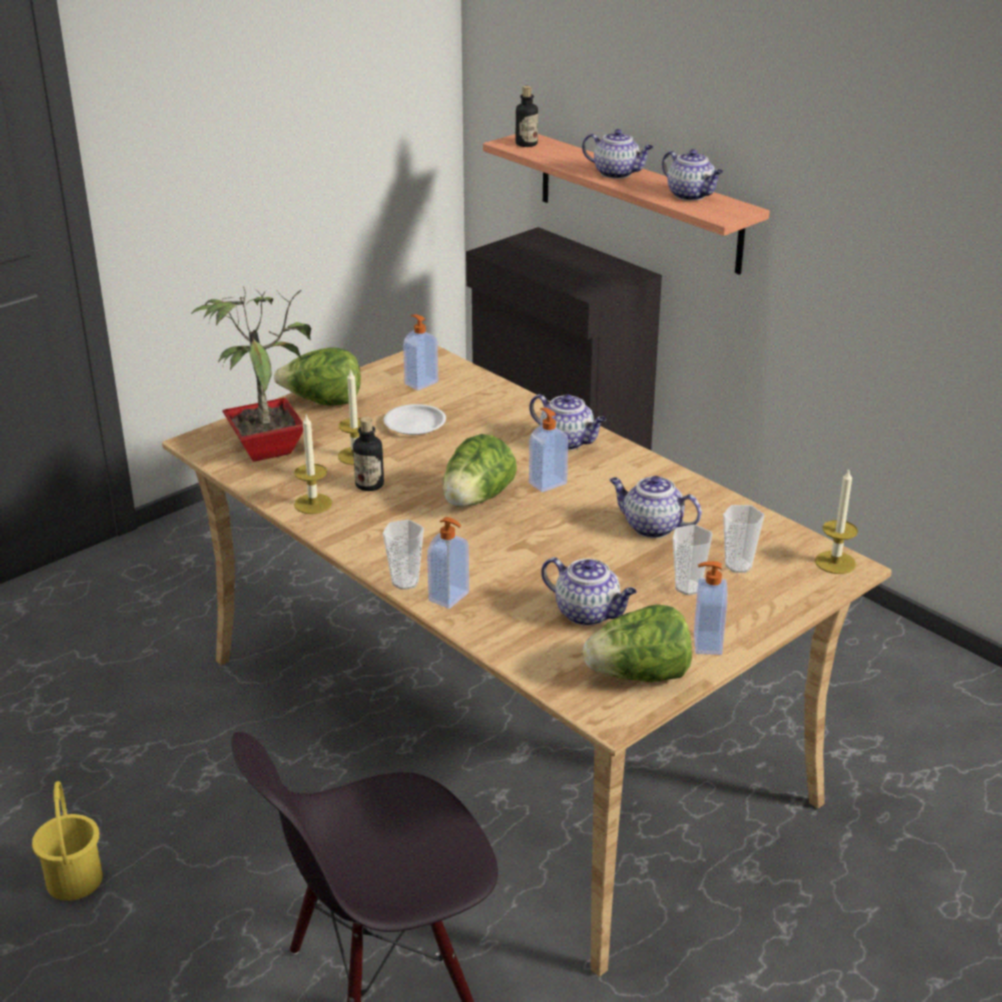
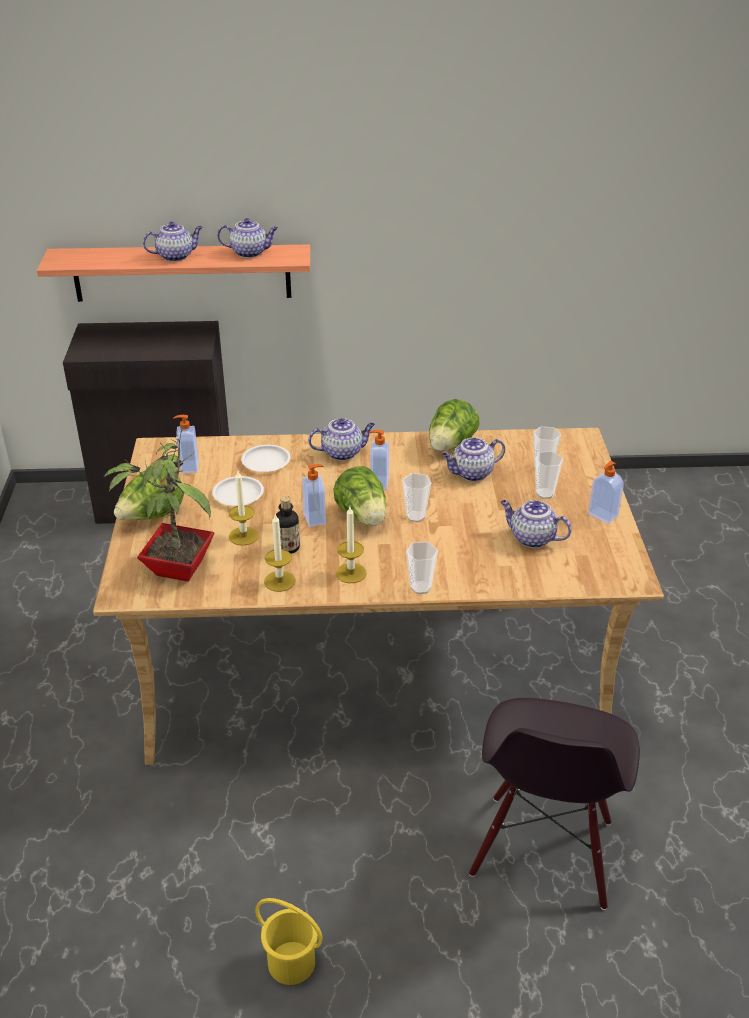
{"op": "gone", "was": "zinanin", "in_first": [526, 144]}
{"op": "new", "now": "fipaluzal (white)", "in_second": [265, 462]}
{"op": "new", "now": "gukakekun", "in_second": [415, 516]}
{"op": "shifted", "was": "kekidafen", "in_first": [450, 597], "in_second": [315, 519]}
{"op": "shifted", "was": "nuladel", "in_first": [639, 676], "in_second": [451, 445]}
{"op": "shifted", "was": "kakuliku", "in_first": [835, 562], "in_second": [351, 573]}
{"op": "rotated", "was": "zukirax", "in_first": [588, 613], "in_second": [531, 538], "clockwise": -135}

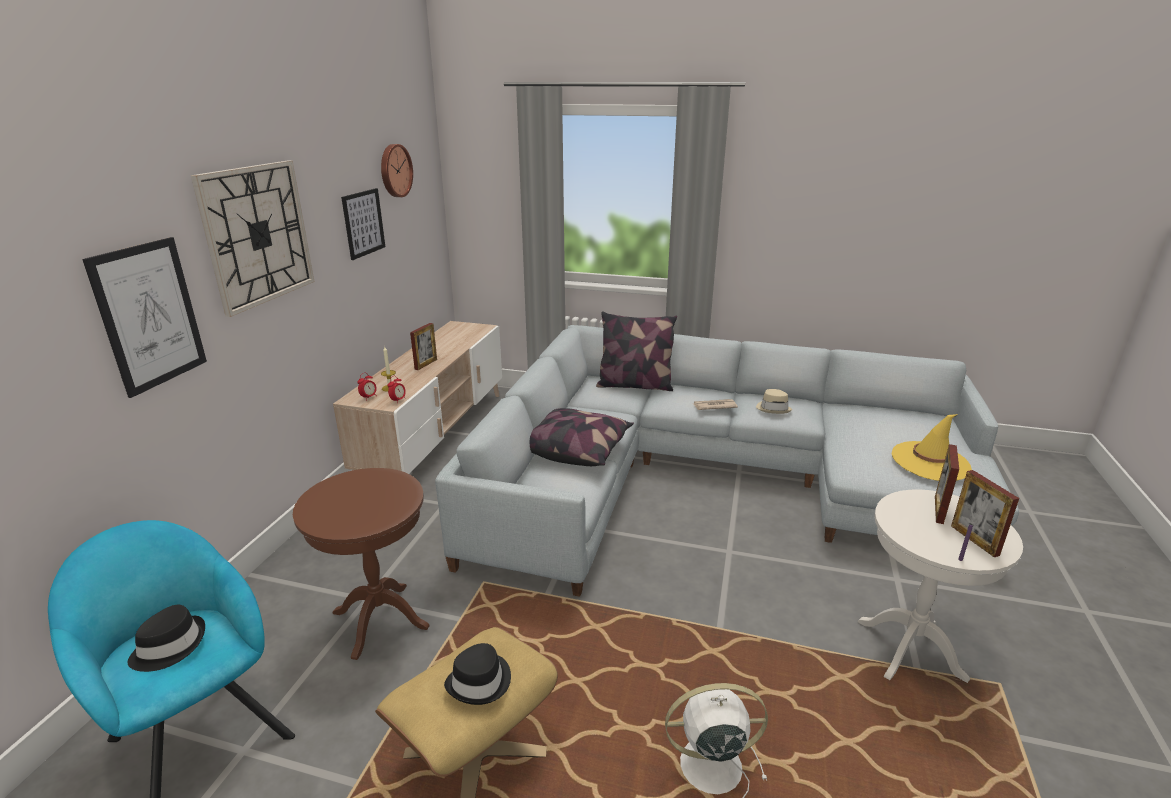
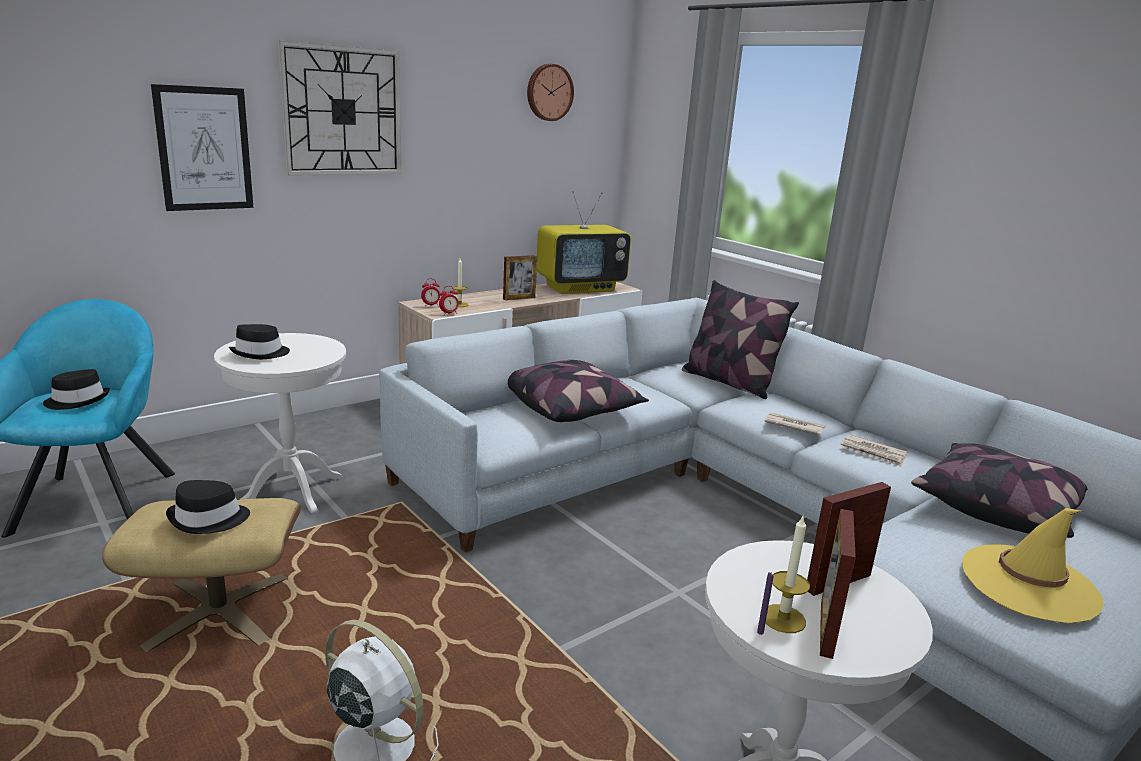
{"op": "gone", "was": "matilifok", "in_first": [363, 223]}
{"op": "new", "now": "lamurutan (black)", "in_second": [261, 353]}
{"op": "new", "now": "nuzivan", "in_second": [580, 288]}
{"op": "new", "now": "kakuliku", "in_second": [783, 618]}
{"op": "new", "now": "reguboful", "in_second": [997, 508]}
{"op": "swapped", "was": "lamurutan (beige)", "now": "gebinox", "in_first": [773, 408], "in_second": [873, 453]}
{"op": "repainted", "was": "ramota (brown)", "now": "ramota (white)", "in_first": [380, 620], "in_second": [292, 490]}

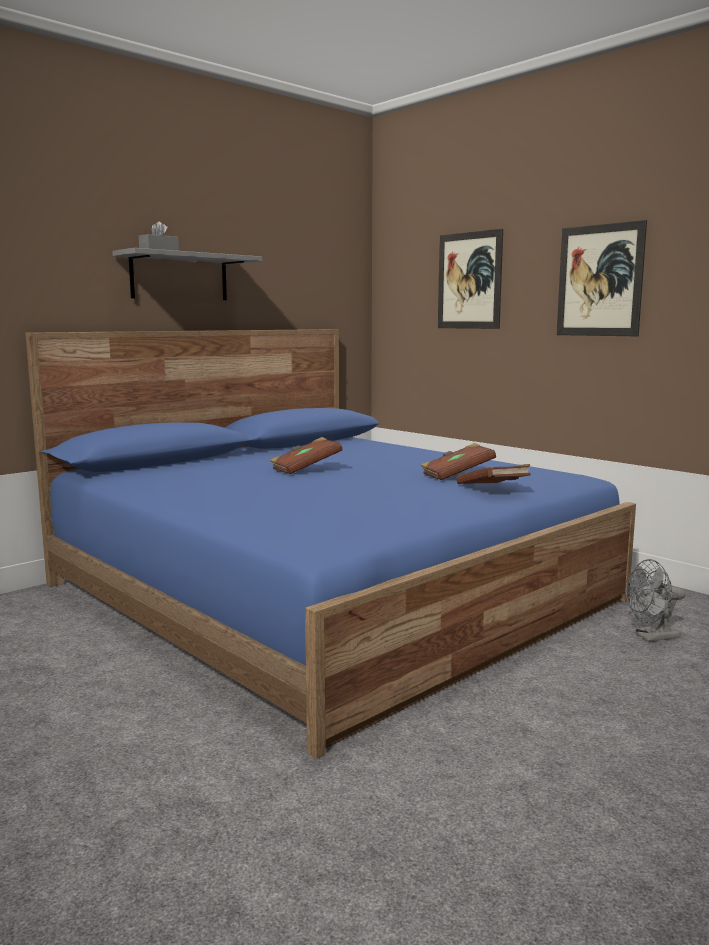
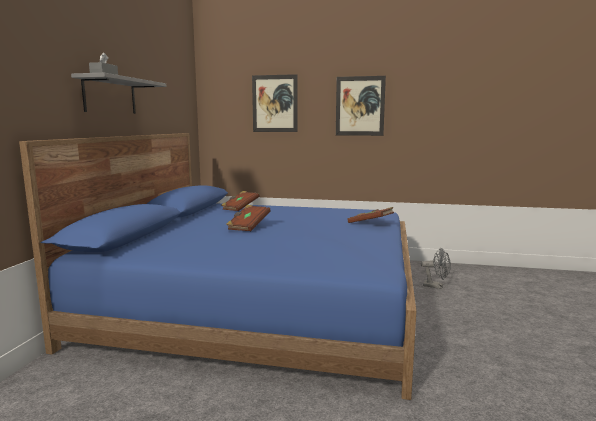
{"op": "shifted", "was": "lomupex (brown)", "in_first": [457, 475], "in_second": [240, 208]}
{"op": "rotated", "was": "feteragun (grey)", "in_first": [651, 637], "in_second": [436, 286], "clockwise": -105}

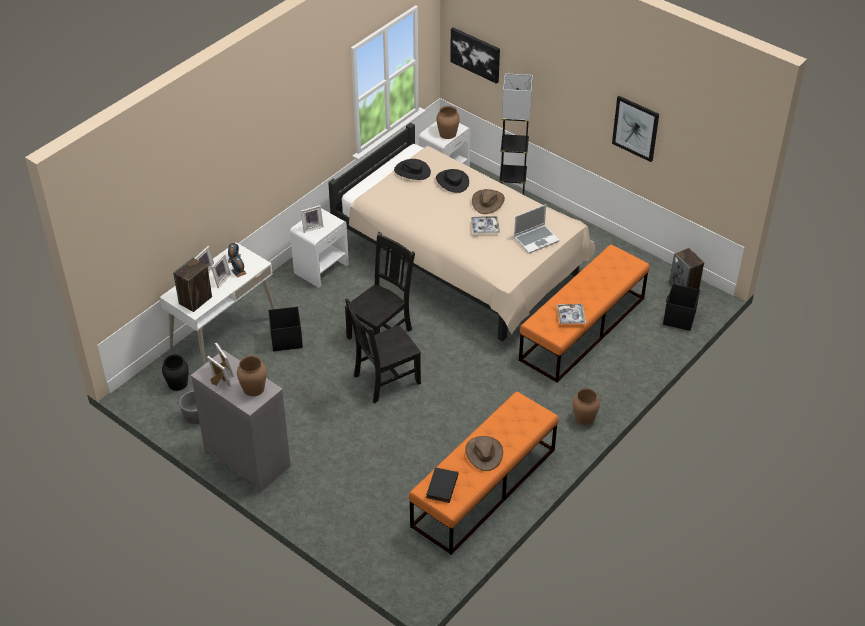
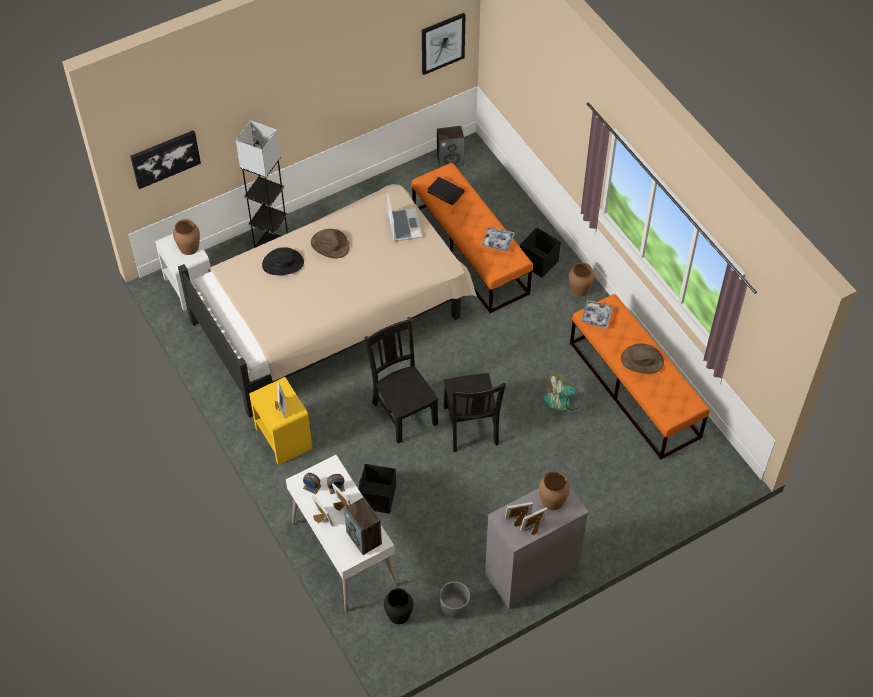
{"op": "gone", "was": "lamurutan (black)", "in_first": [412, 171]}
{"op": "new", "now": "feteragun", "in_second": [563, 401]}
{"op": "shifted", "was": "lomupex (black)", "in_first": [441, 486], "in_second": [445, 193]}
{"op": "shifted", "was": "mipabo", "in_first": [485, 228], "in_second": [596, 316]}
{"op": "shifted", "was": "matilifok", "in_first": [635, 128], "in_second": [442, 43]}
{"op": "shifted", "was": "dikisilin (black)", "in_first": [679, 318], "in_second": [538, 263]}
{"op": "repainted", "was": "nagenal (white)", "now": "nagenal (yellow)", "in_first": [321, 268], "in_second": [283, 438]}

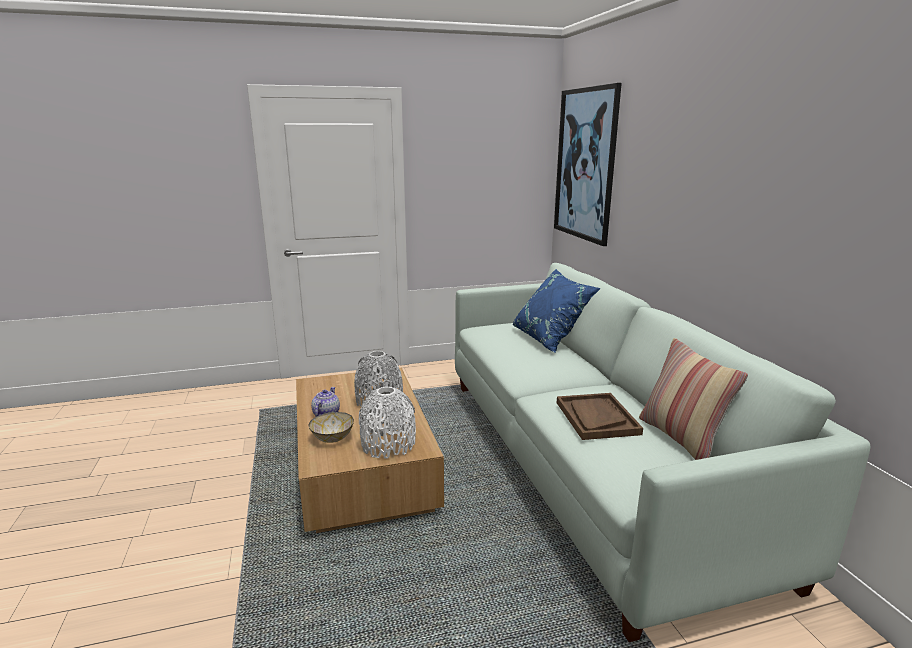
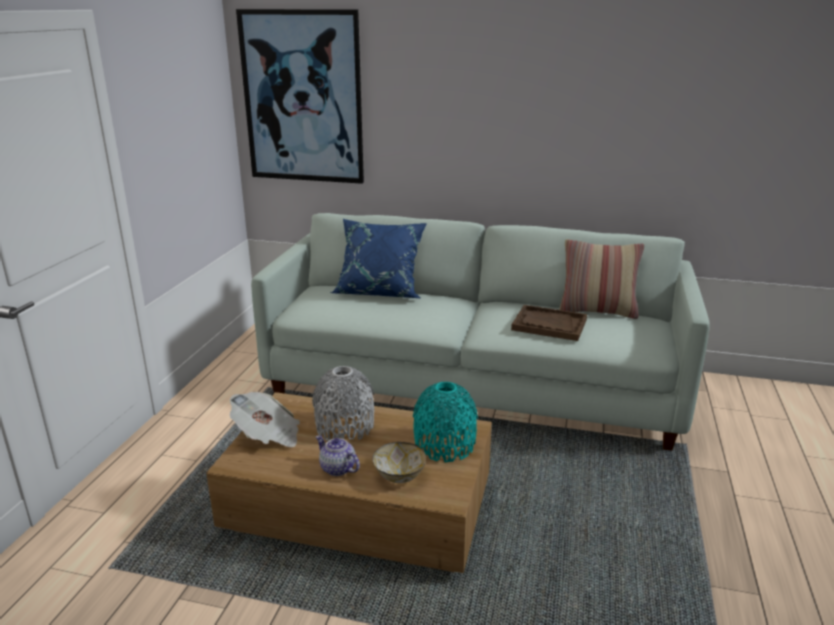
{"op": "new", "now": "gebinox", "in_second": [268, 435]}
{"op": "repainted", "was": "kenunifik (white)", "now": "kenunifik (turquoise)", "in_first": [388, 444], "in_second": [444, 444]}

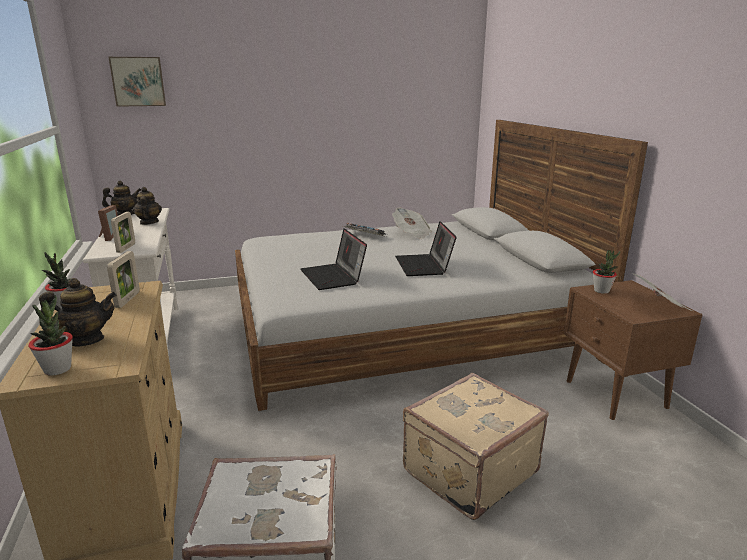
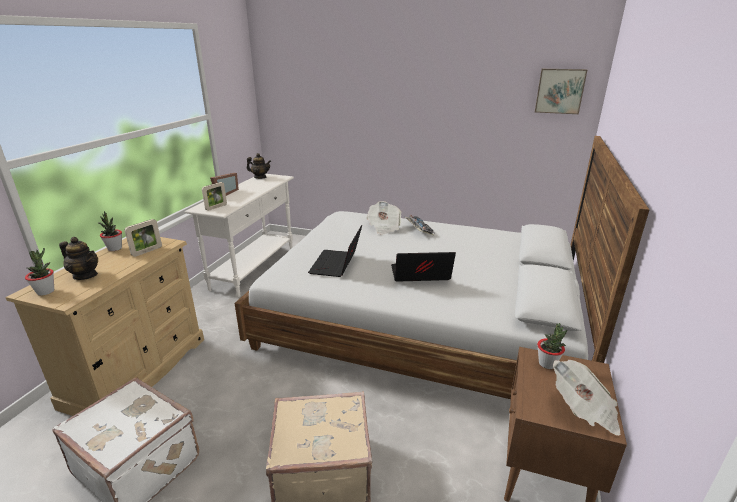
{"op": "gone", "was": "zukirax", "in_first": [149, 222]}
{"op": "shifted", "was": "matilifok", "in_first": [138, 81], "in_second": [559, 91]}
{"op": "shifted", "was": "gebinox", "in_first": [411, 234], "in_second": [384, 227]}
{"op": "rotated", "was": "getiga", "in_first": [424, 266], "in_second": [419, 275], "clockwise": 60}

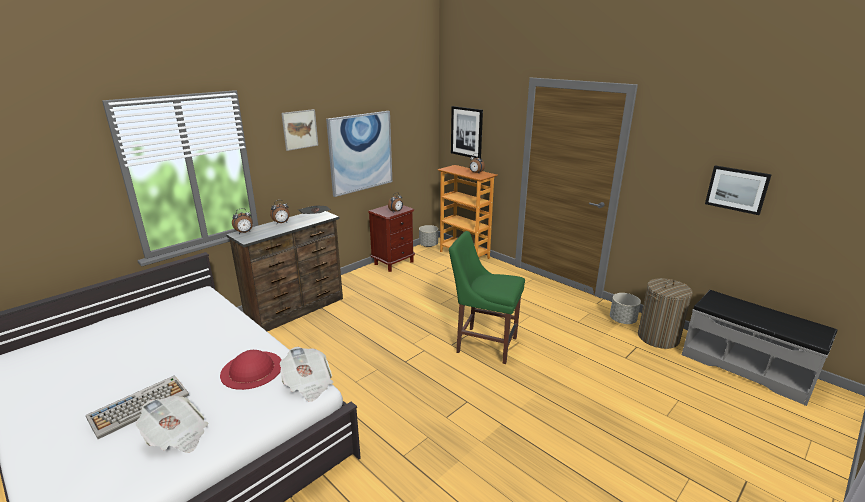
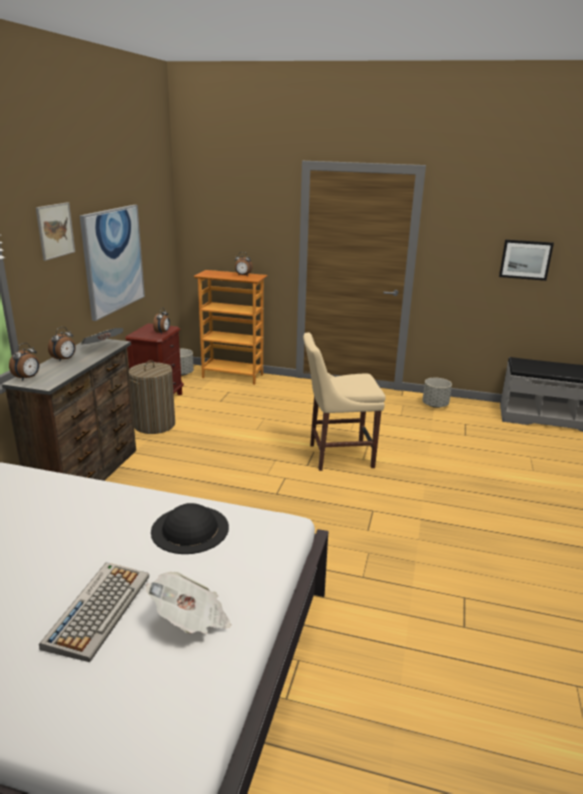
{"op": "gone", "was": "gebinox", "in_first": [308, 384]}
{"op": "gone", "was": "matilifok", "in_first": [466, 132]}
{"op": "shifted", "was": "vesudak", "in_first": [658, 337], "in_second": [154, 425]}
{"op": "repainted", "was": "lamurutan (red)", "now": "lamurutan (black)", "in_first": [251, 369], "in_second": [190, 529]}
{"op": "repainted", "was": "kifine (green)", "now": "kifine (beige)", "in_first": [483, 344], "in_second": [337, 456]}

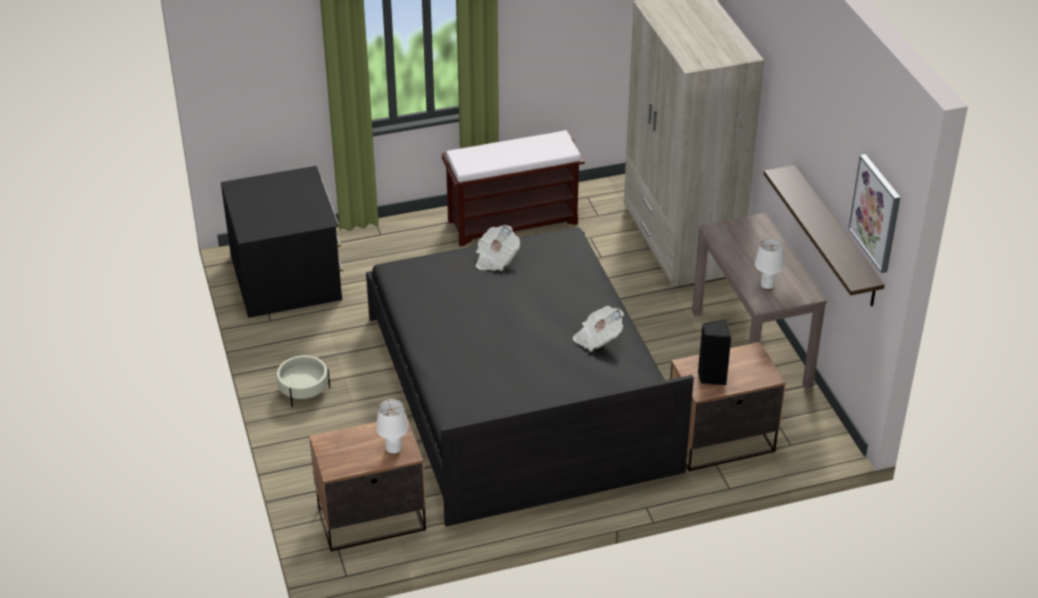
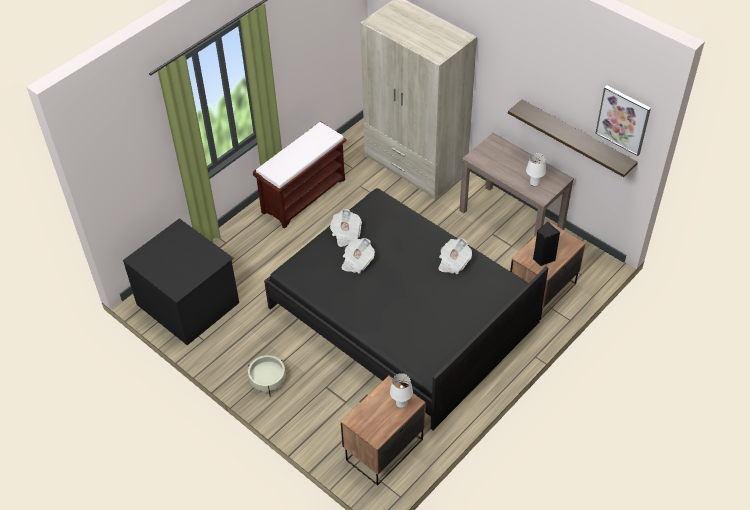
{"op": "new", "now": "gebinox", "in_second": [357, 262]}

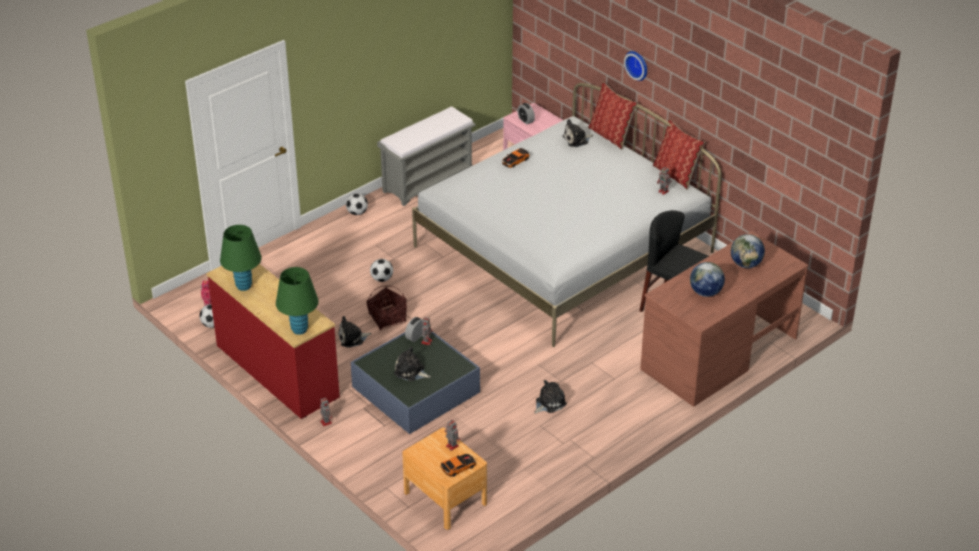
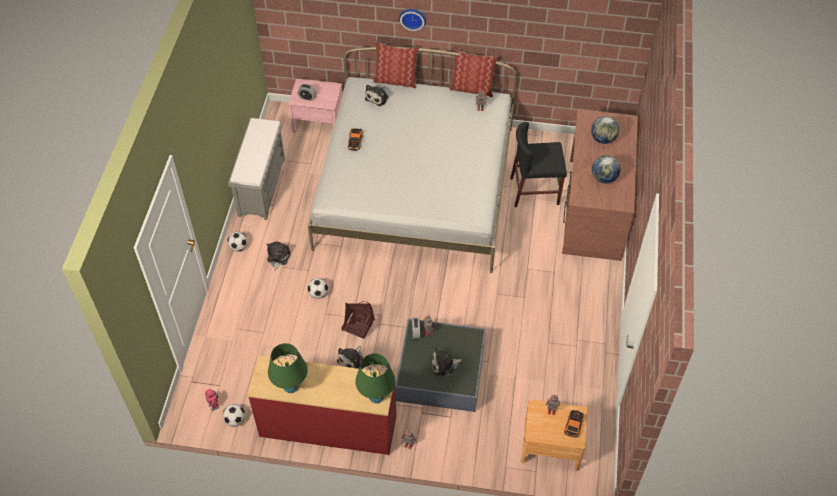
{"op": "shifted", "was": "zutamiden", "in_first": [549, 403], "in_second": [278, 257]}

